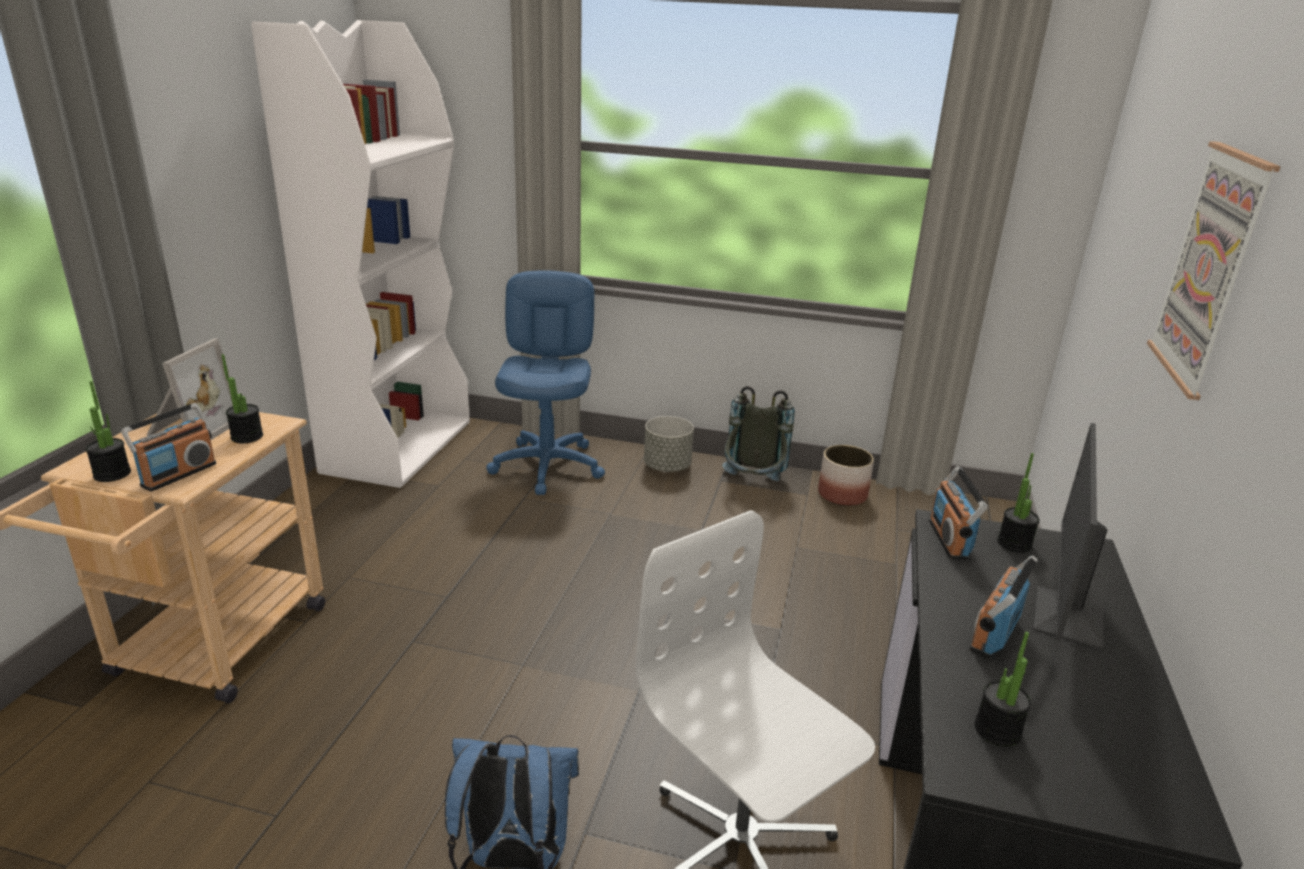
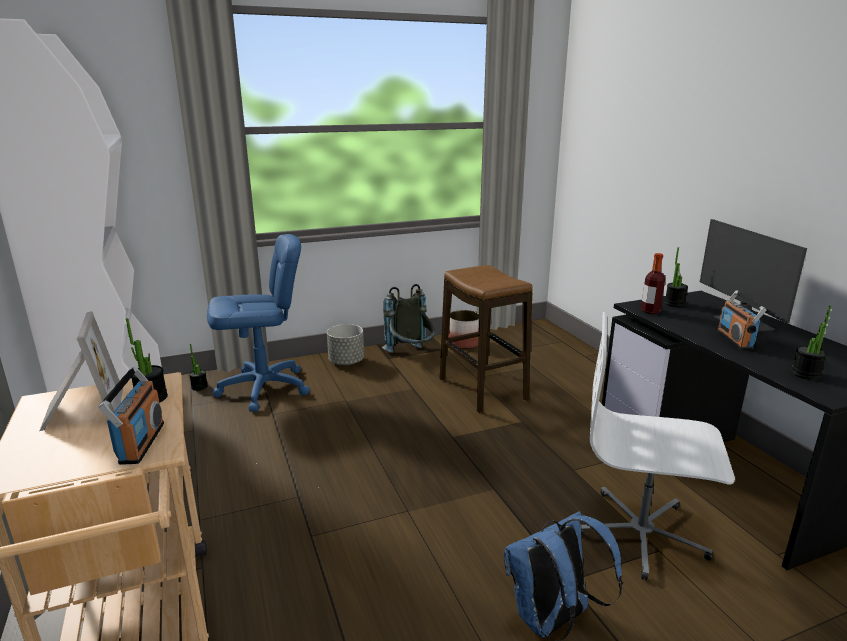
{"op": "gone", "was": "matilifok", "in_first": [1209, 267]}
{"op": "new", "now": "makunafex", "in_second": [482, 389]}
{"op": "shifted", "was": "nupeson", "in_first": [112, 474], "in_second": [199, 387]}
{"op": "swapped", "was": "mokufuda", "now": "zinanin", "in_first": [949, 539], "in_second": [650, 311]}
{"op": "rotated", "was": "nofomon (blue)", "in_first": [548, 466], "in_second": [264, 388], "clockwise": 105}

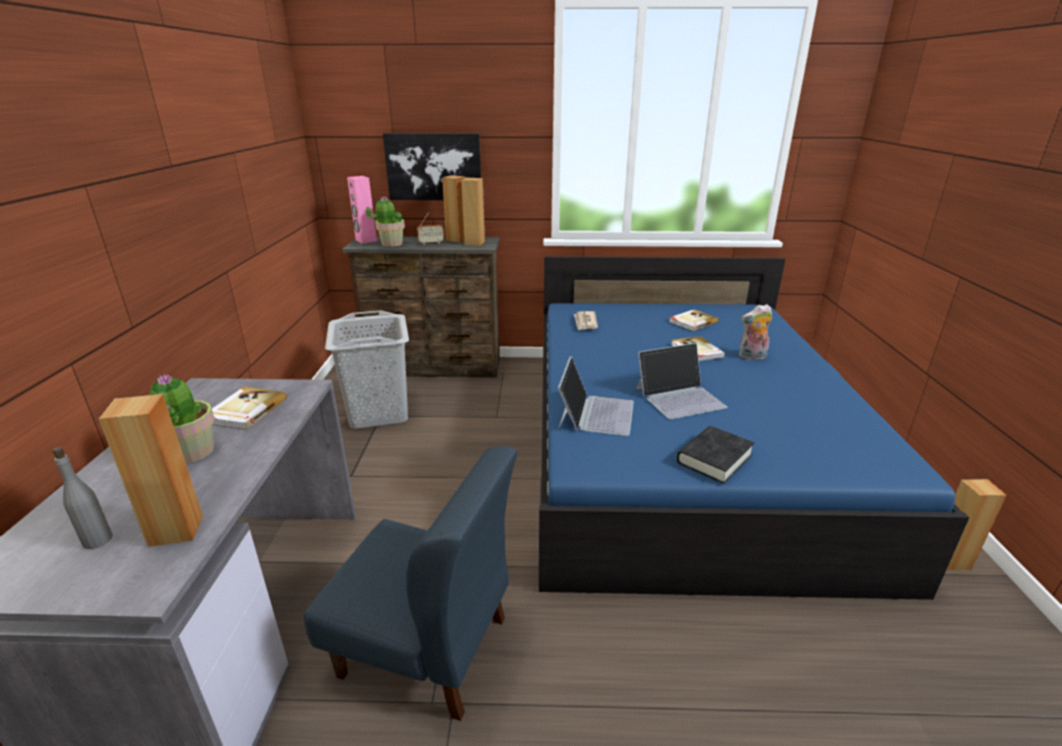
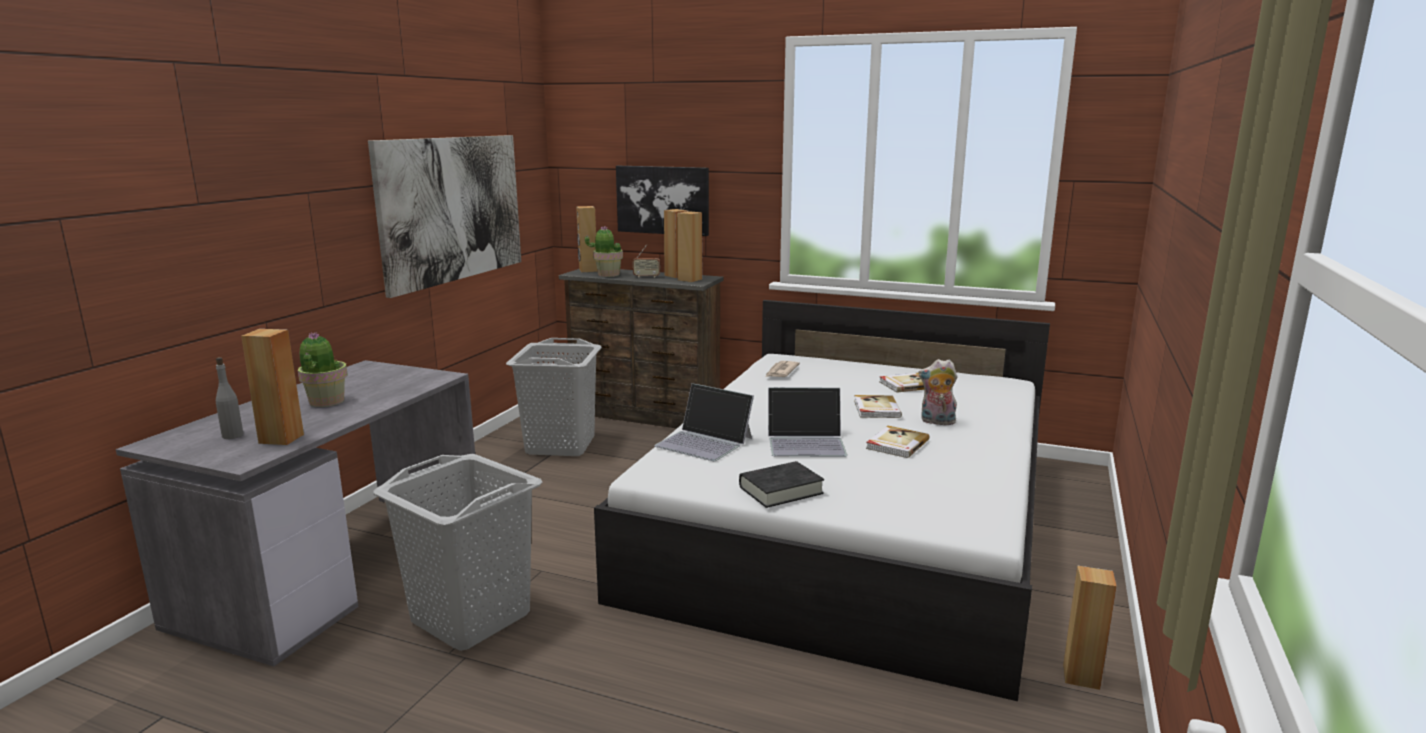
{"op": "new", "now": "matilifok", "in_second": [452, 209]}
{"op": "shifted", "was": "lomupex", "in_first": [245, 410], "in_second": [896, 444]}
{"op": "swapped", "was": "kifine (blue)", "now": "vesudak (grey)", "in_first": [425, 647], "in_second": [471, 618]}
{"op": "repainted", "was": "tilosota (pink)", "now": "tilosota (brown)", "in_first": [366, 240], "in_second": [588, 270]}
{"op": "repainted", "was": "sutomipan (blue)", "now": "sutomipan (white)", "in_first": [680, 449], "in_second": [850, 524]}
{"op": "rotated", "was": "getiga", "in_first": [595, 413], "in_second": [704, 442], "clockwise": 90}

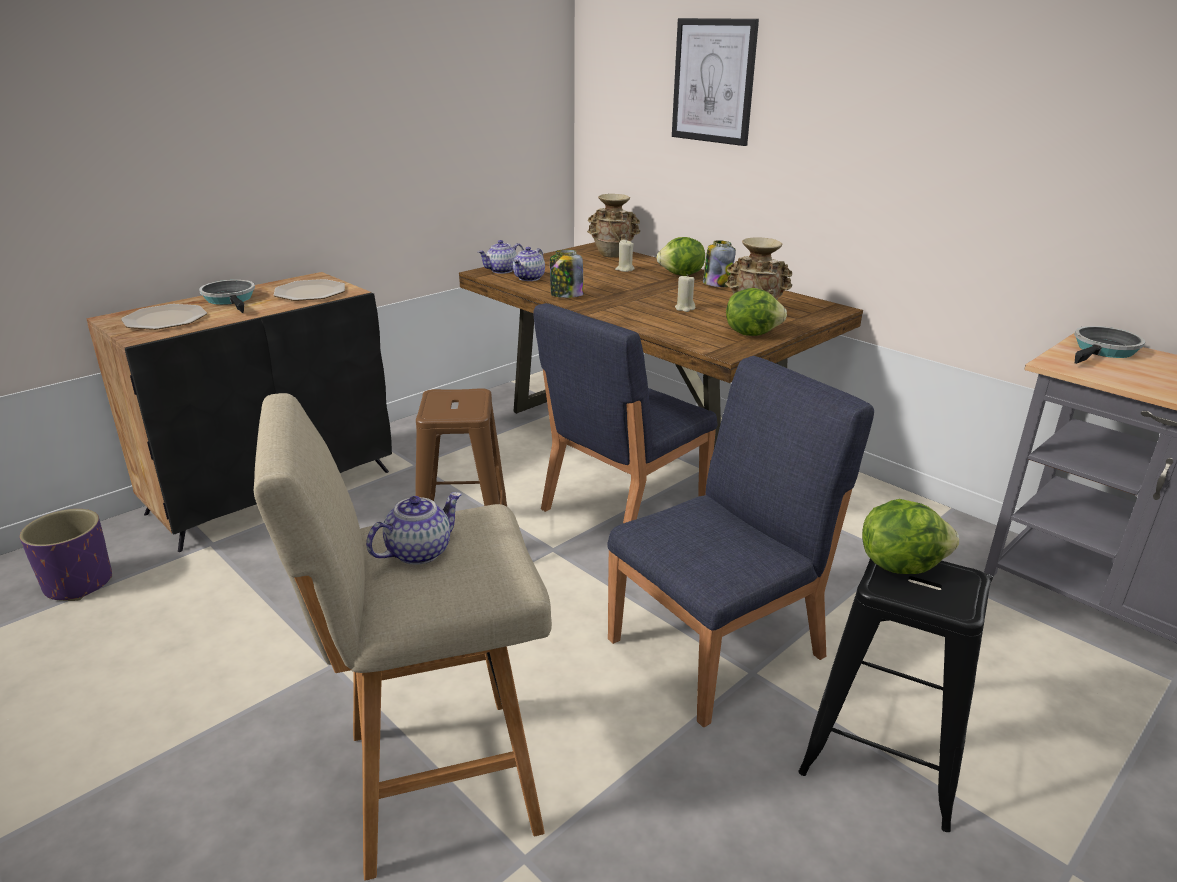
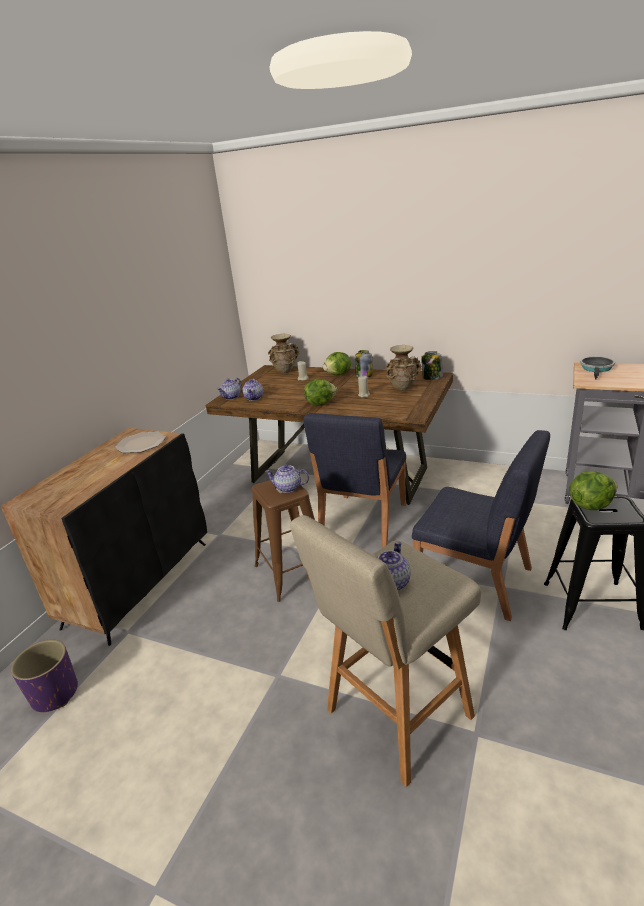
{"op": "gone", "was": "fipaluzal", "in_first": [164, 319]}
{"op": "gone", "was": "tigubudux", "in_first": [231, 299]}
{"op": "gone", "was": "matilifok", "in_first": [713, 81]}
{"op": "new", "now": "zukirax", "in_second": [288, 488]}
{"op": "shifted", "was": "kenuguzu", "in_first": [566, 295], "in_second": [432, 378]}
{"op": "shifted", "was": "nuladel", "in_first": [751, 333], "in_second": [320, 403]}
{"op": "rotated", "was": "kifine (blue)", "in_first": [719, 647], "in_second": [475, 580], "clockwise": 90}

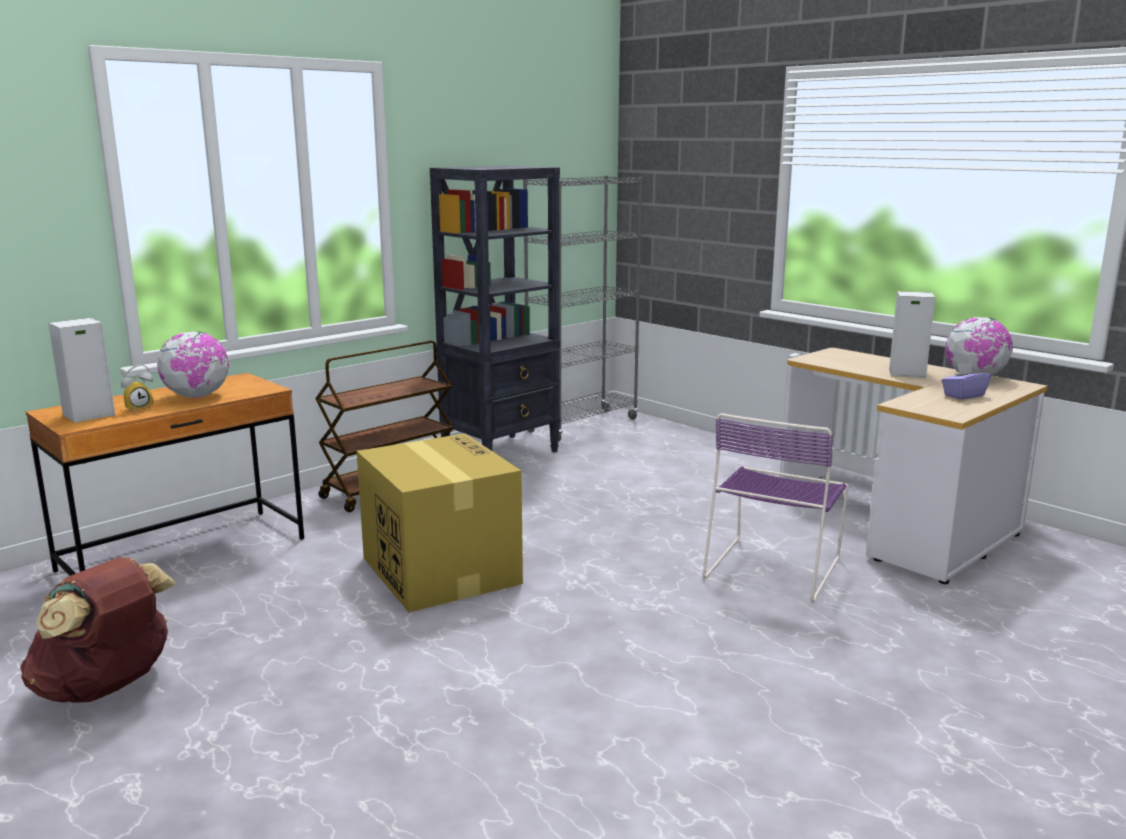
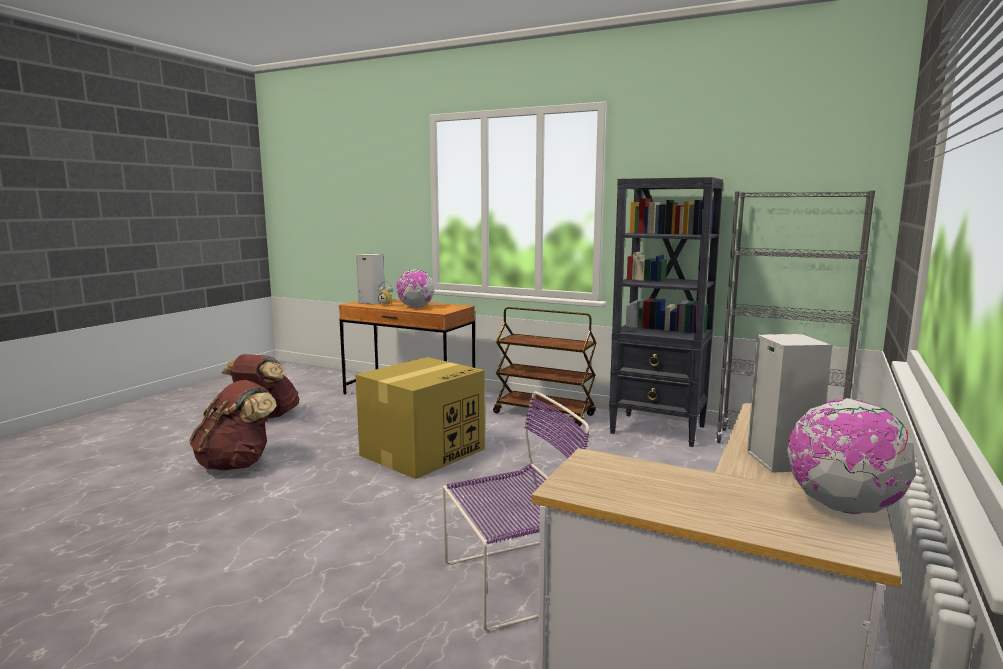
{"op": "gone", "was": "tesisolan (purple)", "in_first": [963, 395]}
{"op": "new", "now": "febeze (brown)", "in_second": [237, 464]}
{"op": "rotated", "was": "kifine (purple)", "in_first": [774, 566], "in_second": [514, 583], "clockwise": 150}

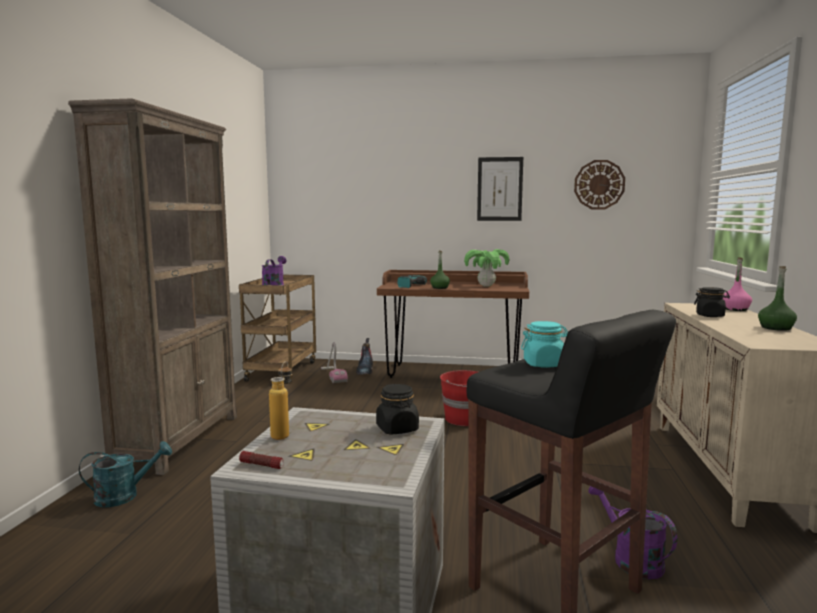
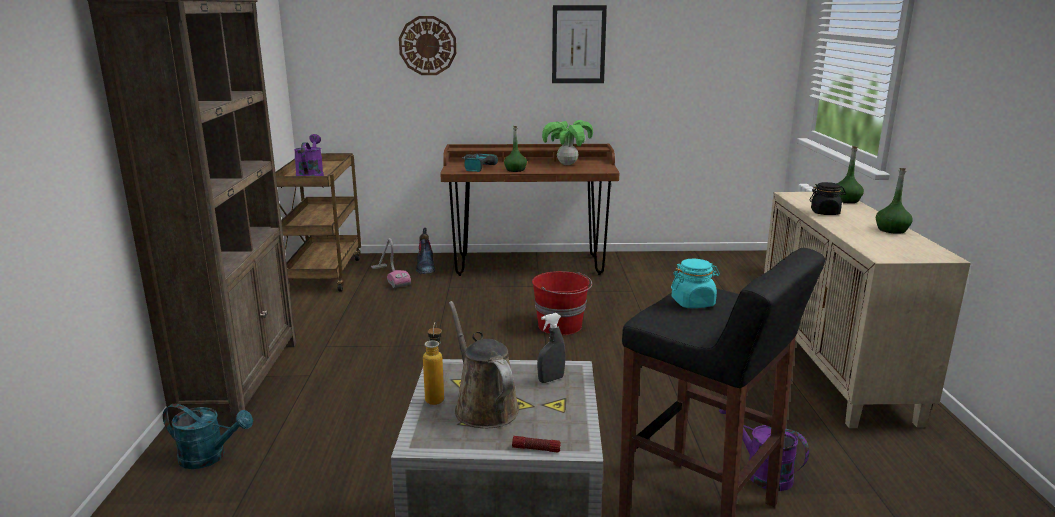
{"op": "new", "now": "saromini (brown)", "in_second": [483, 407]}
{"op": "shifted", "was": "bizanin", "in_first": [262, 465], "in_second": [536, 449]}
{"op": "shifted", "was": "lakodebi", "in_first": [599, 184], "in_second": [427, 45]}
{"op": "swapped", "was": "kenuguzu (black)", "now": "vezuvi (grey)", "in_first": [397, 429], "in_second": [551, 379]}
{"op": "repainted", "was": "zinanin (pink)", "now": "zinanin (green)", "in_first": [735, 309], "in_second": [846, 200]}
{"op": "rotated", "was": "saromini (turquoise)", "in_first": [125, 496], "in_second": [210, 457], "clockwise": 45}

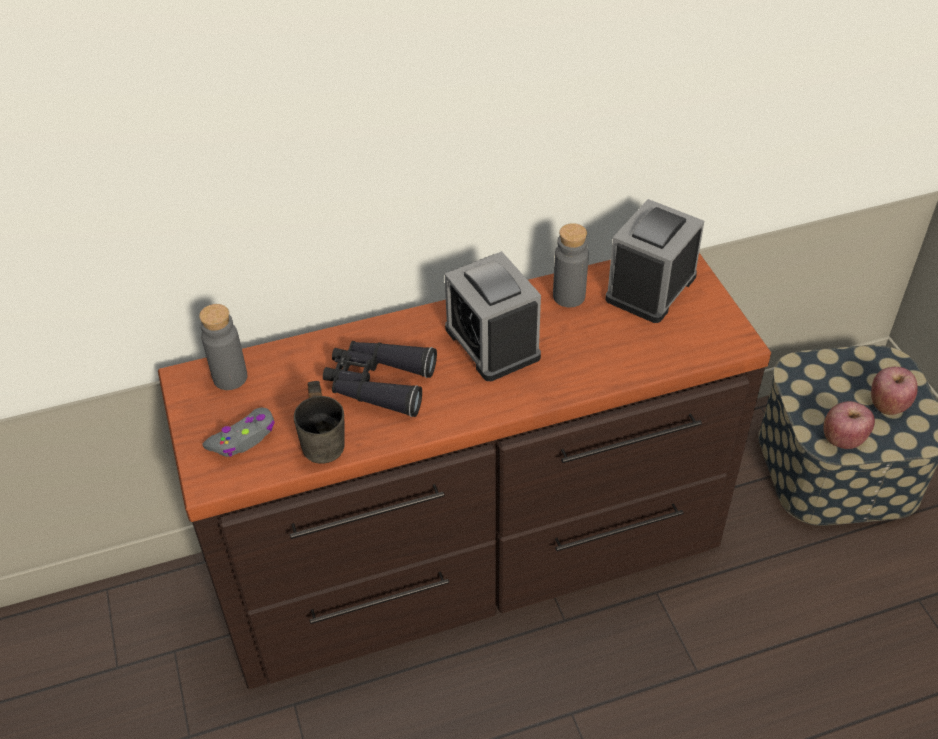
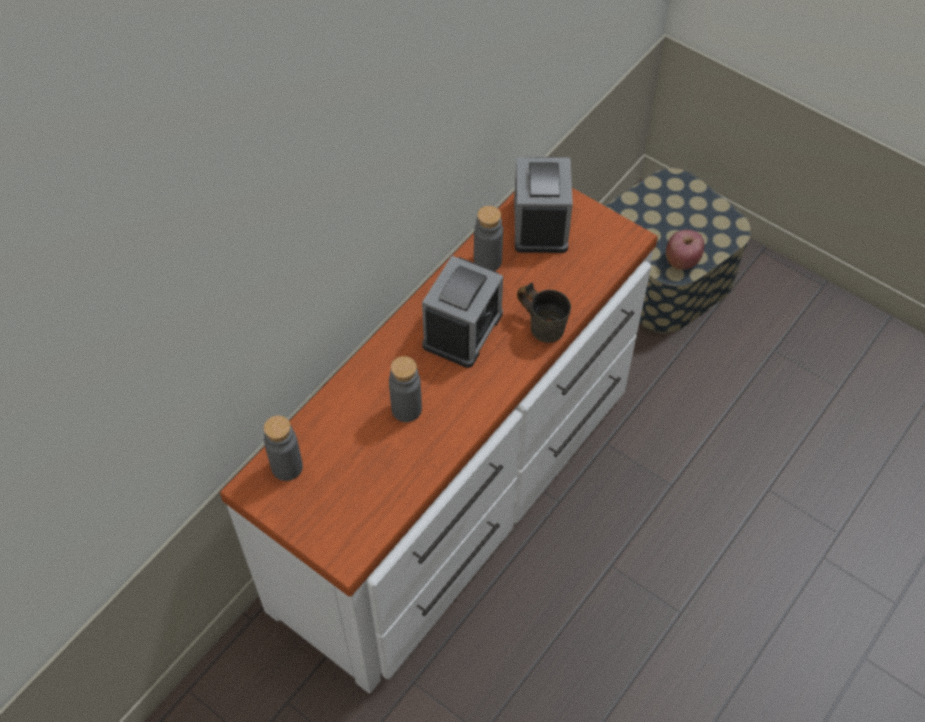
{"op": "gone", "was": "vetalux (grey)", "in_first": [243, 438]}
{"op": "gone", "was": "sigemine", "in_first": [888, 404]}
{"op": "shifted", "was": "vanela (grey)", "in_first": [328, 440], "in_second": [544, 323]}
{"op": "swapped", "was": "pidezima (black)", "now": "zinanin (grey)", "in_first": [378, 384], "in_second": [406, 409]}
{"op": "repainted", "was": "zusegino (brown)", "now": "zusegino (white)", "in_first": [472, 558], "in_second": [459, 493]}
{"op": "rotated", "was": "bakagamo", "in_first": [492, 343], "in_second": [462, 330], "clockwise": -90}

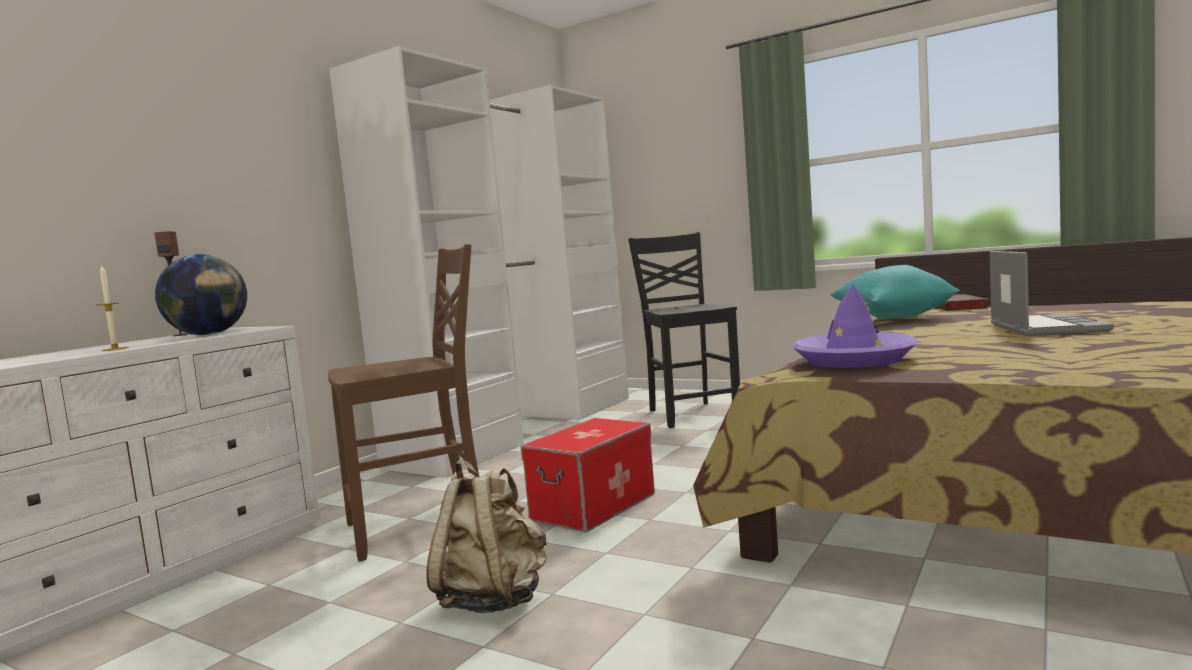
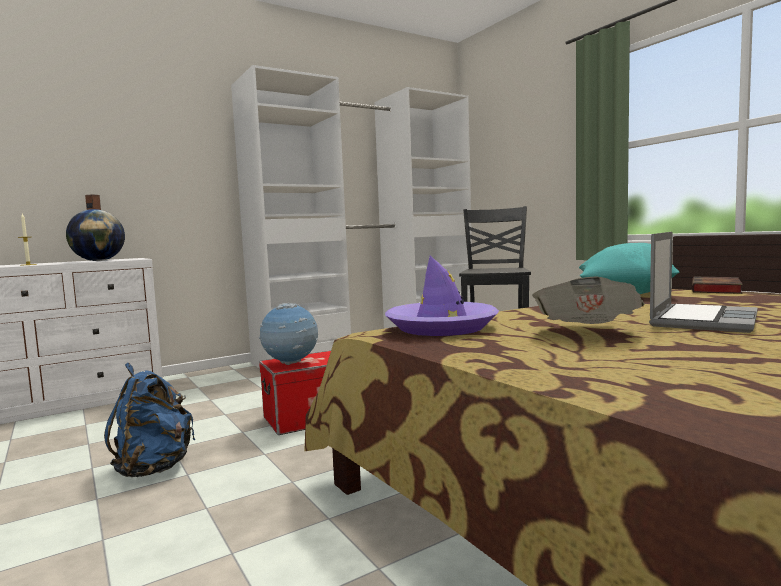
{"op": "gone", "was": "kifine (brown)", "in_first": [421, 527]}
{"op": "new", "now": "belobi", "in_second": [291, 364]}
{"op": "new", "now": "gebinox", "in_second": [587, 332]}
{"op": "repainted", "was": "febeze (beige)", "now": "febeze (blue)", "in_first": [494, 599], "in_second": [154, 468]}

